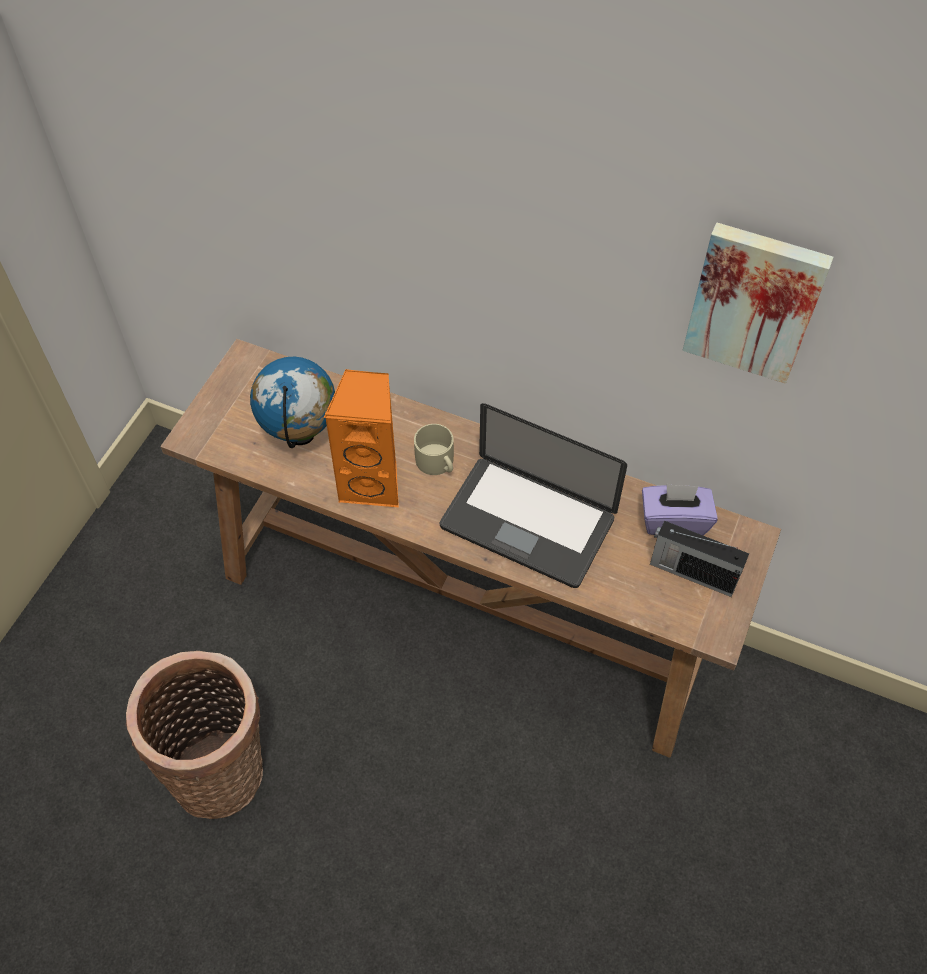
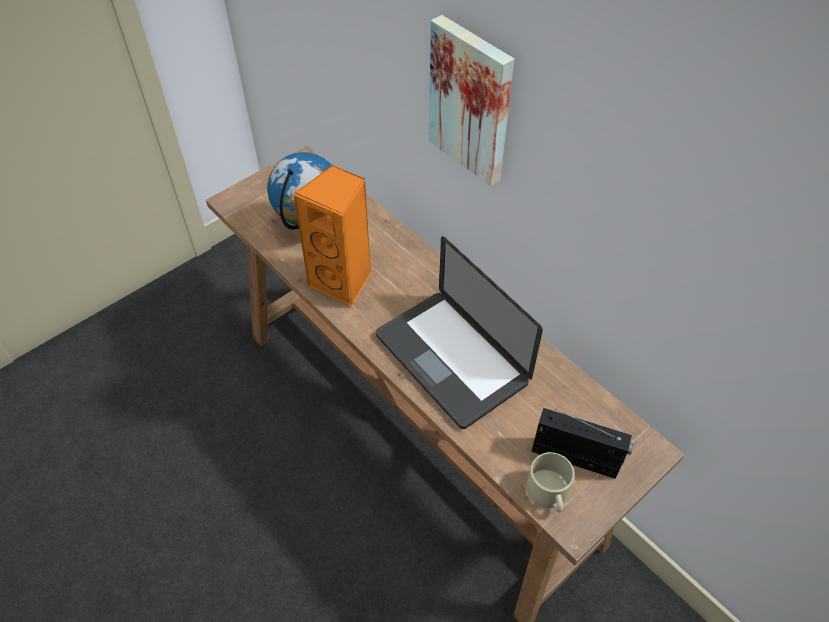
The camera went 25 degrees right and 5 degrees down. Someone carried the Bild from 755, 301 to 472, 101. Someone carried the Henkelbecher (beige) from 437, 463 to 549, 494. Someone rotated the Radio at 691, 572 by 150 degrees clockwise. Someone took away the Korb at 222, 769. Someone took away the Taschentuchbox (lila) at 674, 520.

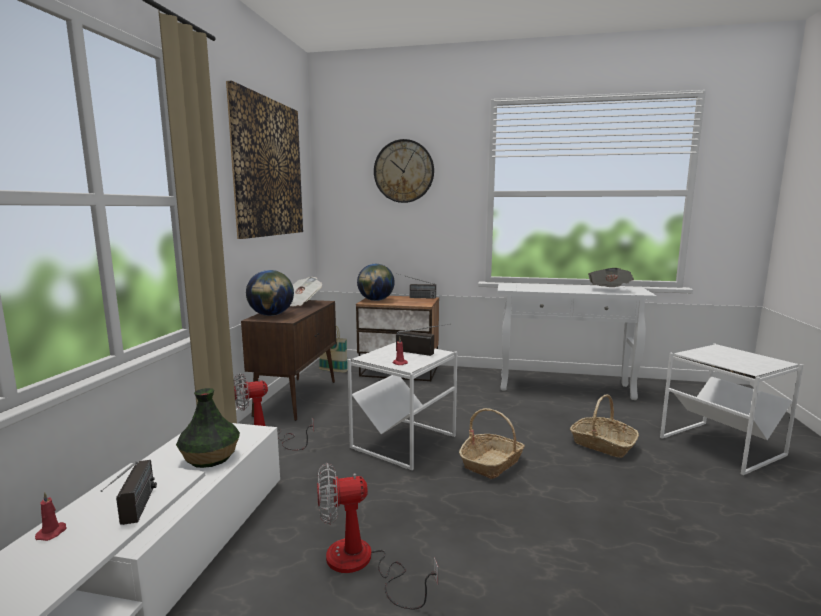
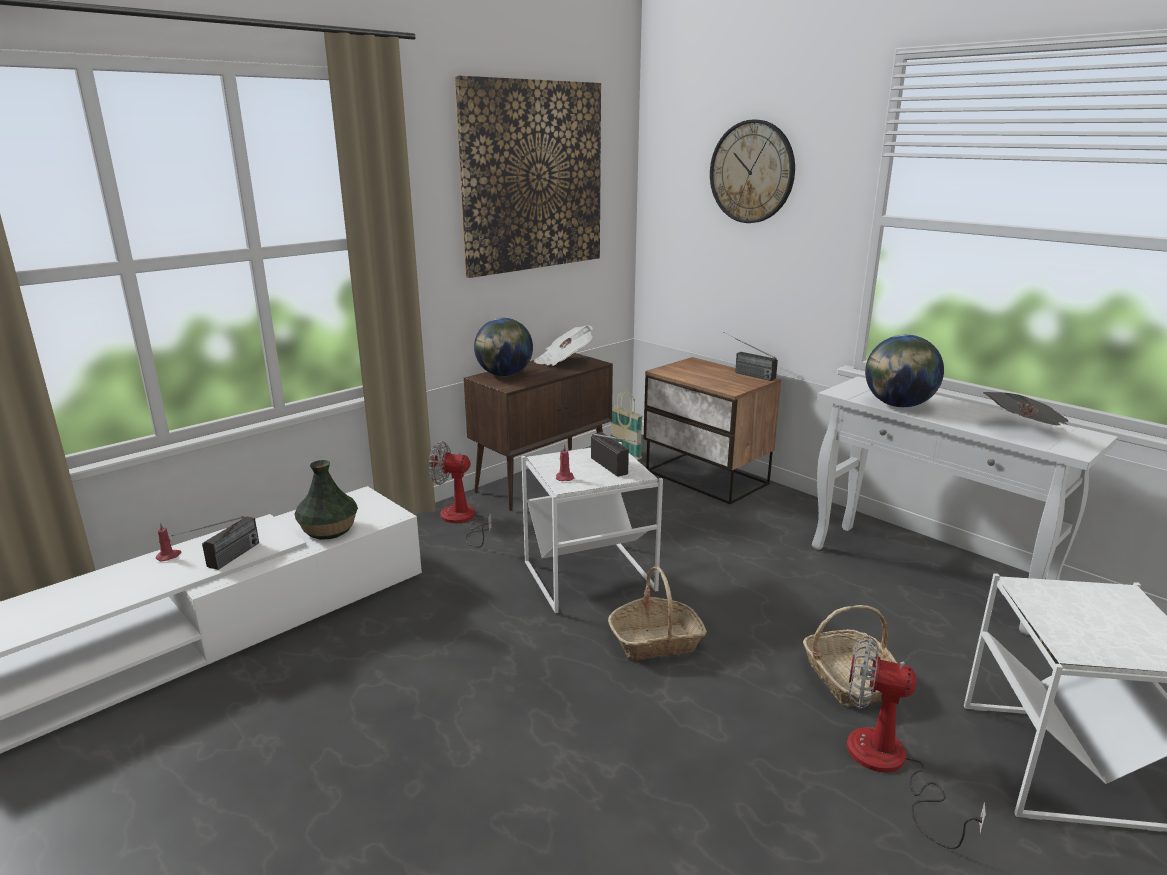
The camera went 35 degrees right and 10 degrees up. Someone carried the Ventilator from 361, 564 to 889, 767. Someone carried the Globus from 376, 300 to 898, 405.

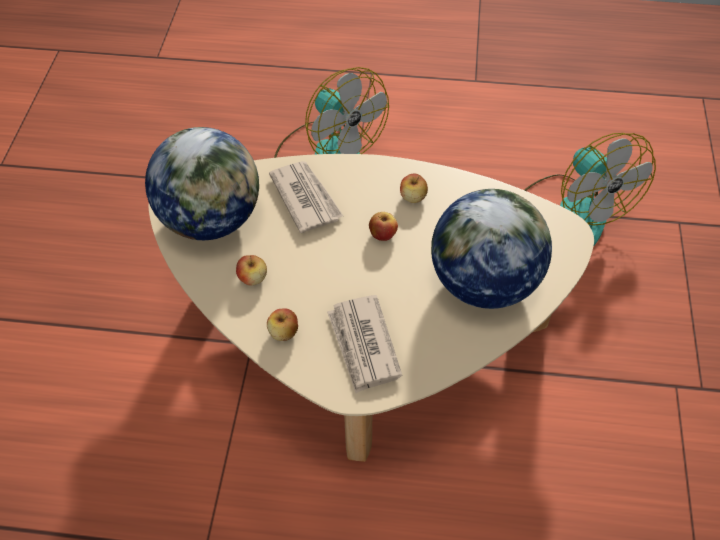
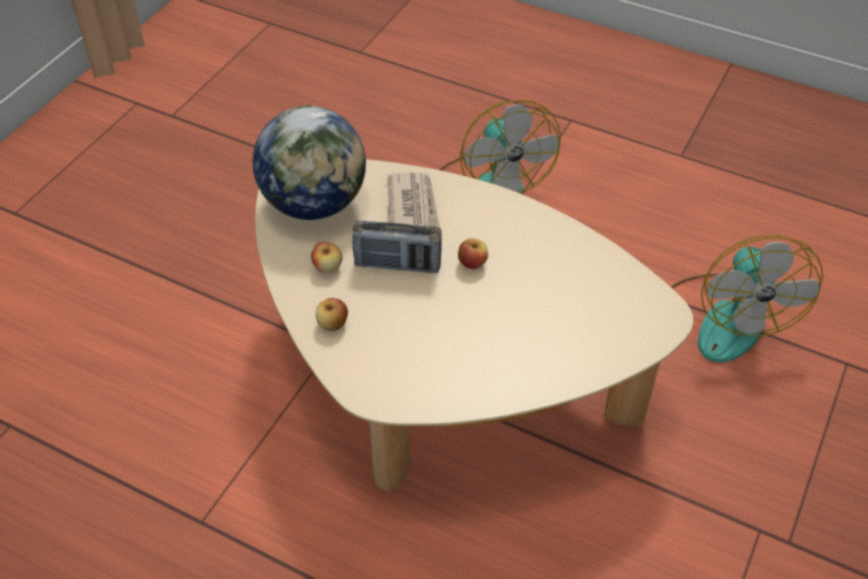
The camera went 20 degrees right and 5 degrees down. Someone put down the Radio at 397, 264. Someone took away the Zeitung at 363, 345. Someone took away the Apfel at 413, 197. Someone took away the Globus at 483, 283.

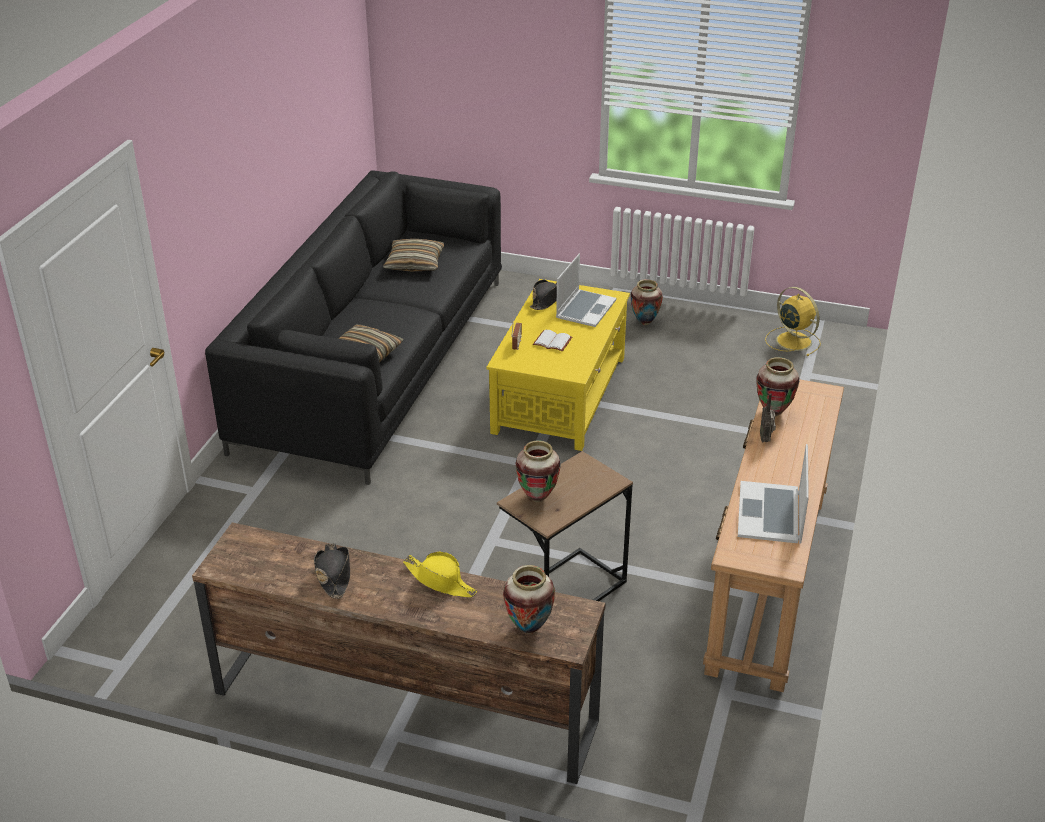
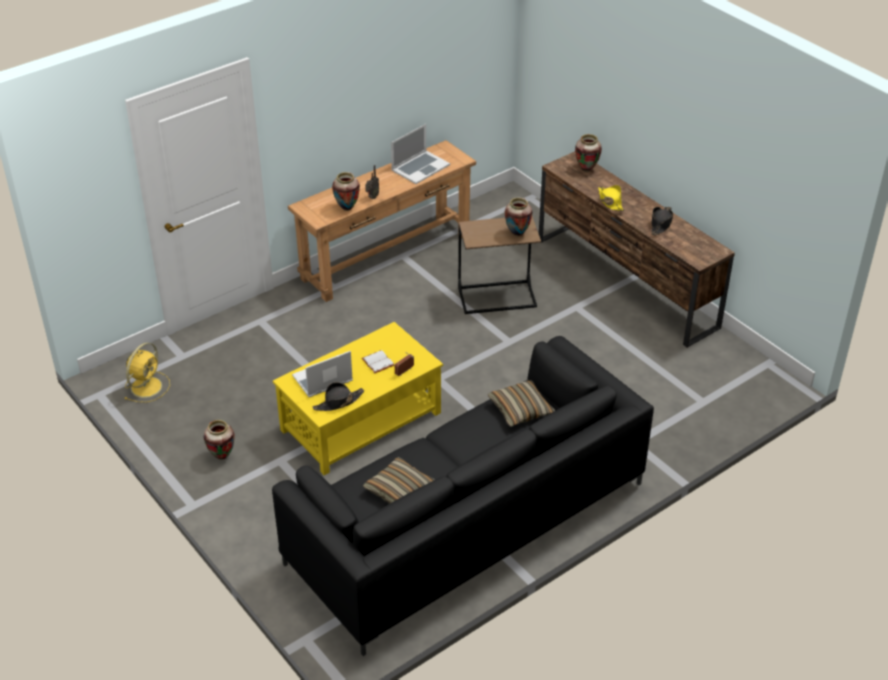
The camera went 145 degrees left and 5 degrees up. Someone rotated the Ventilator (gelb) at 792, 340 by 150 degrees counterclockwise.

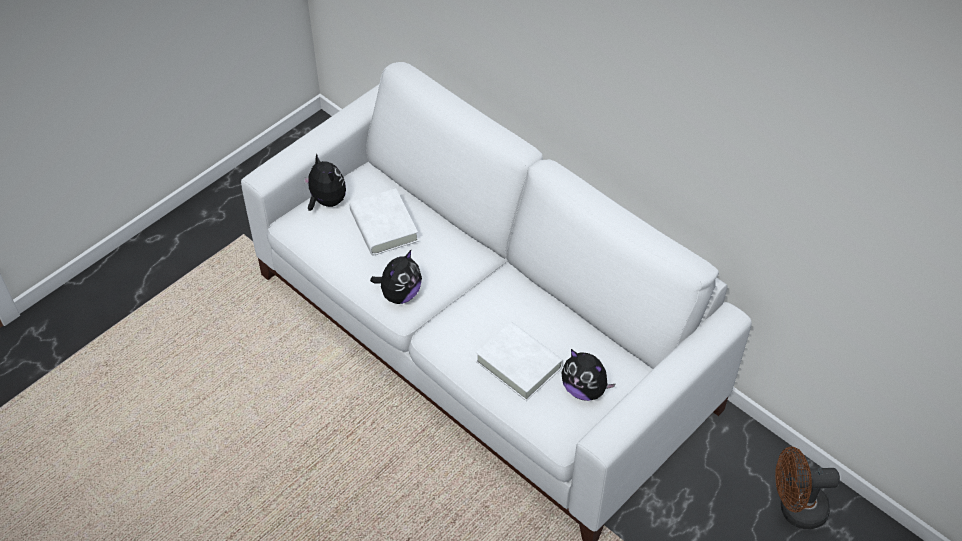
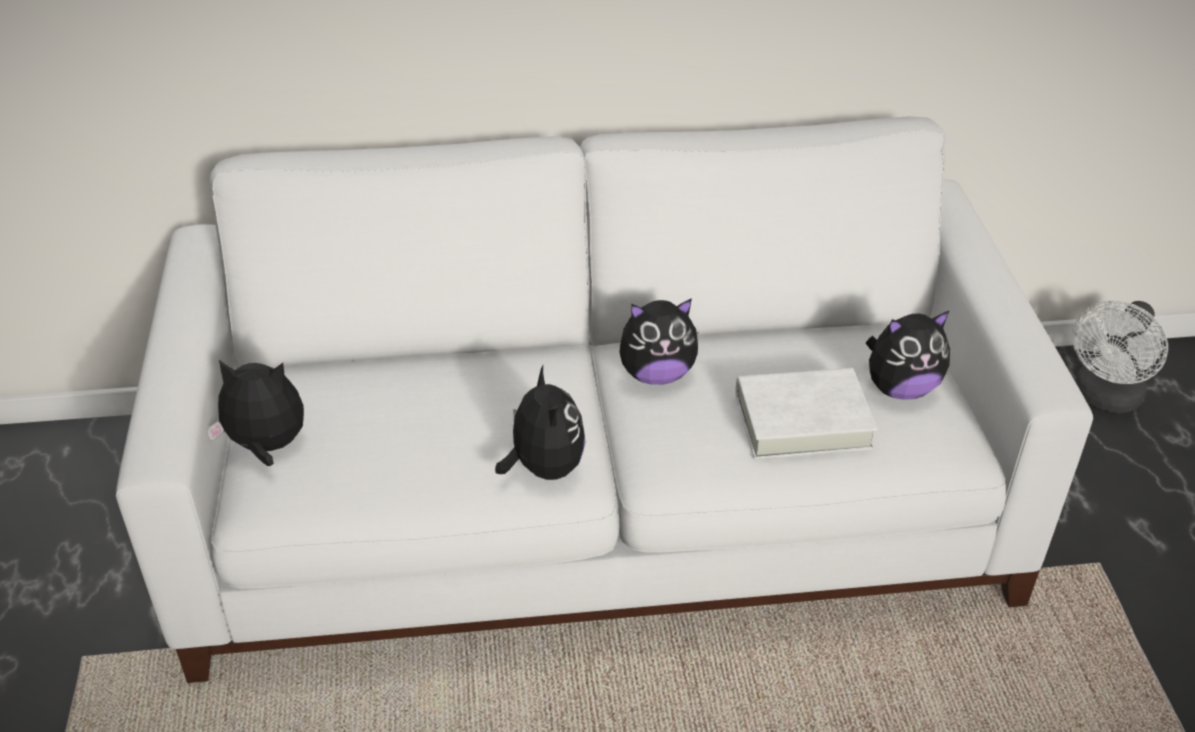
The camera went 50 degrees left and 10 degrees down. Someone put down the Plüschtier at 656, 374. Someone repainted the Ventilator (braun) at 795, 509, which became the Ventilator (weiß) at 1103, 398. Someone took away the Buch (weiß) at 384, 226.

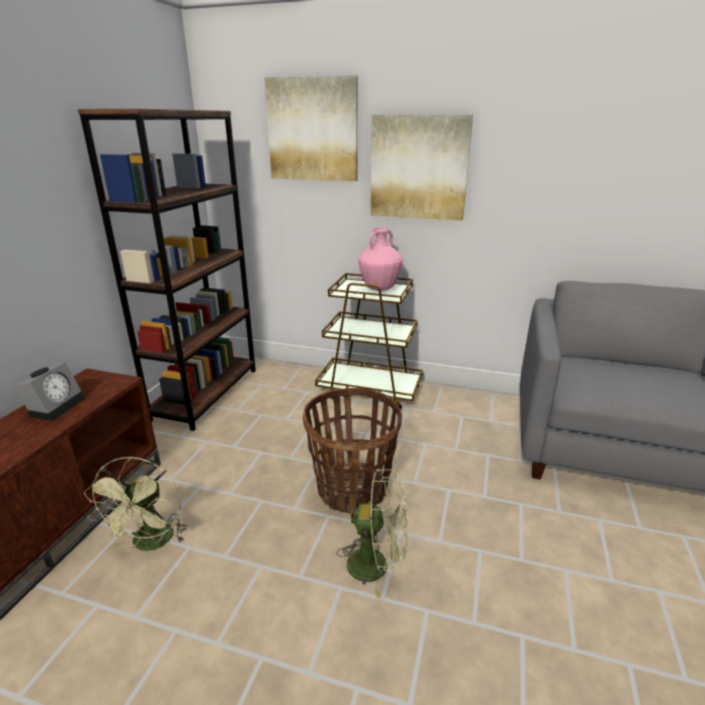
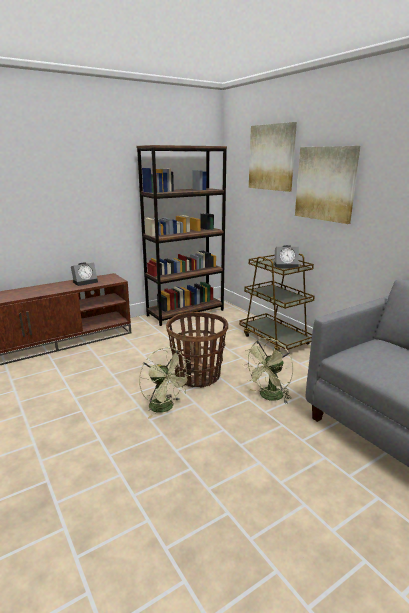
The camera went 40 degrees right and 5 degrees down. Someone carried the Ventilator (grün) from 151, 544 to 269, 397. Someone swapped the Vase (rosa) at 380, 288 for the Wecker at 286, 266.

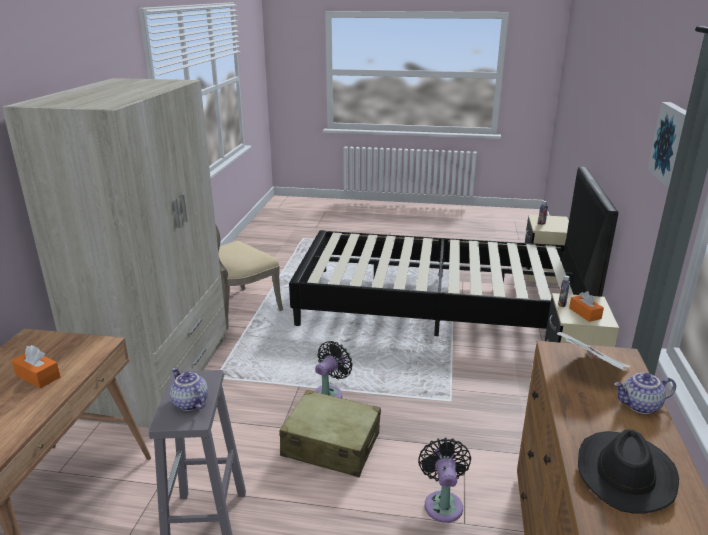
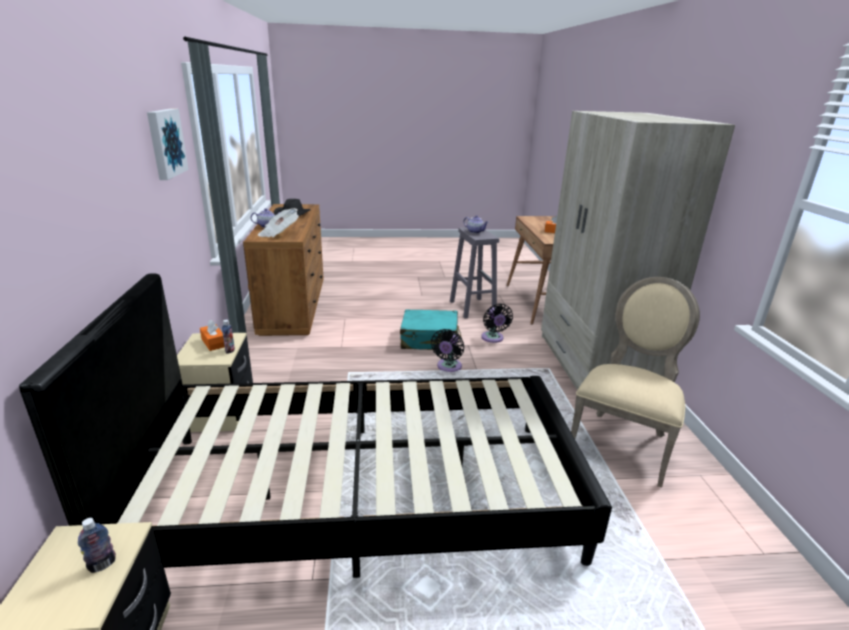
The camera went 165 degrees right and 0 degrees up. Someone repainted the Koffer (beige) at 331, 445, which became the Koffer (türkis) at 429, 339. Someone carried the Ventilator (schwarz) from 443, 503 to 493, 338.

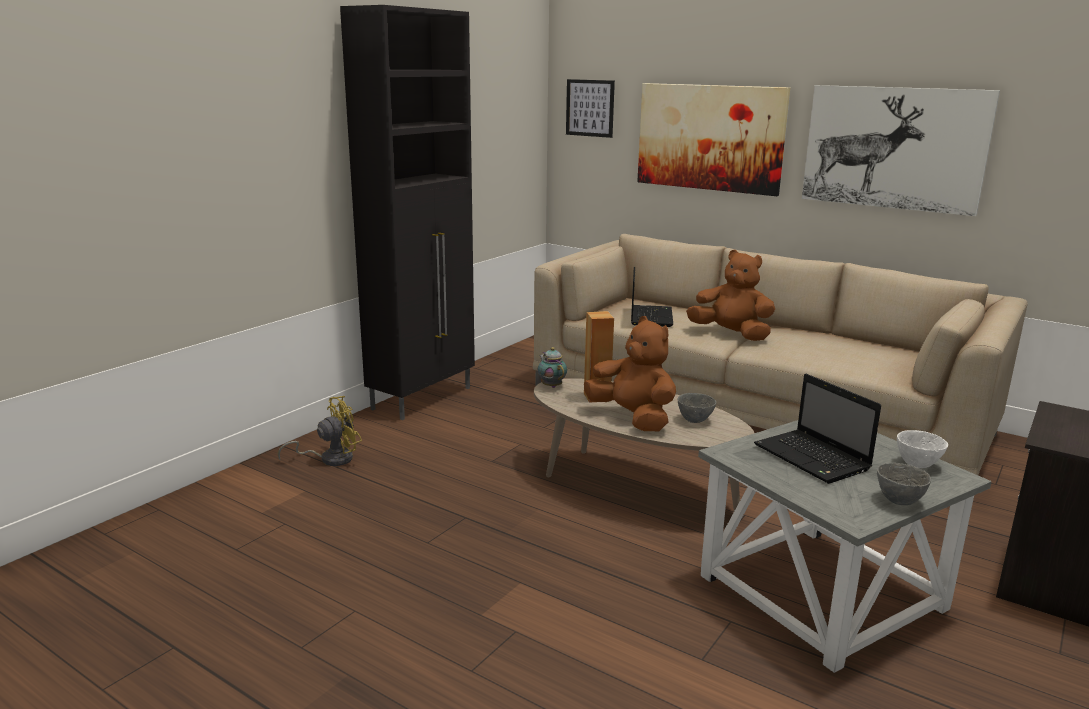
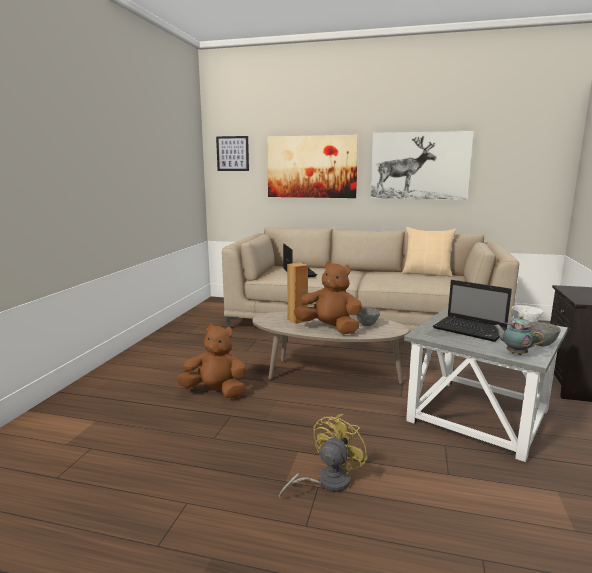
The camera went 20 degrees left and 5 degrees down. Someone carried the Plüschtier (braun) from 731, 334 to 216, 391. Someone carried the Ventilator (gelb) from 330, 458 to 326, 482. Someone put down the Kissen (beige) at 427, 273. Someone carried the Teekanne from 551, 386 to 515, 353. Someone took away the Schrank (schwarz) at 423, 398.

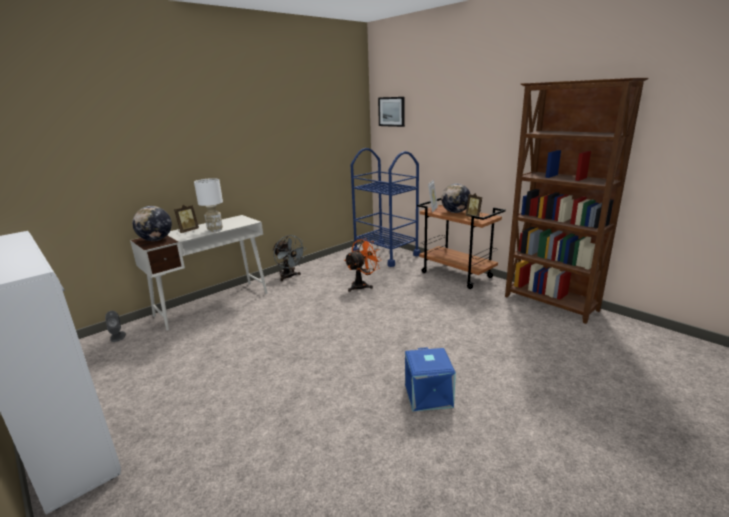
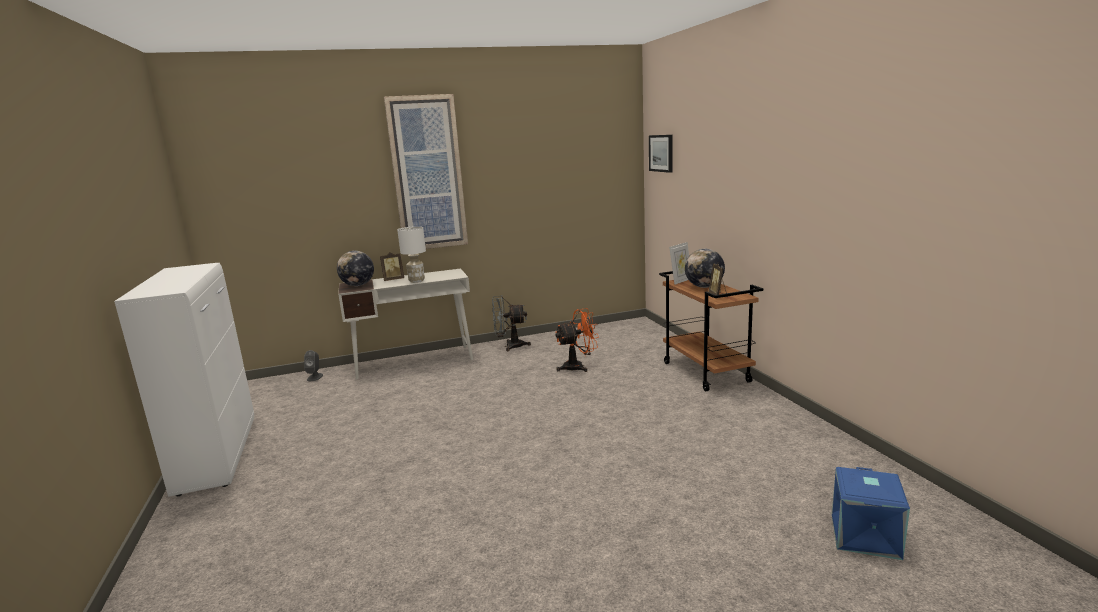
The camera went 25 degrees right and 5 degrees down. Someone put up the Bild at 427, 173. Someone rotated the Ventilator (grau) at 289, 277 by 105 degrees clockwise. Someone carried the Aufbewahrungsbox (blau) from 429, 395 to 866, 536. Someone took away the Rollwagen (blau) at 386, 254. Someone took away the Bücherregal (braun) at 550, 304.

